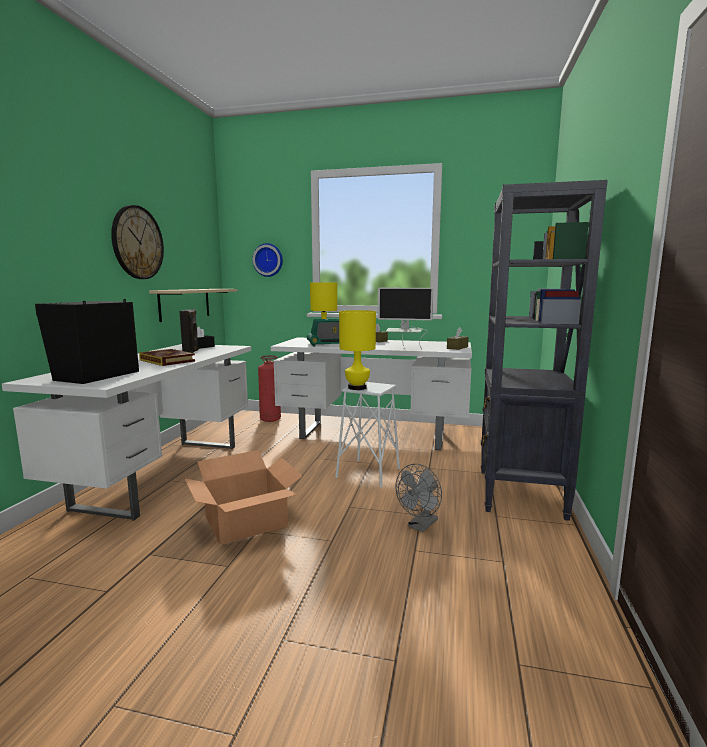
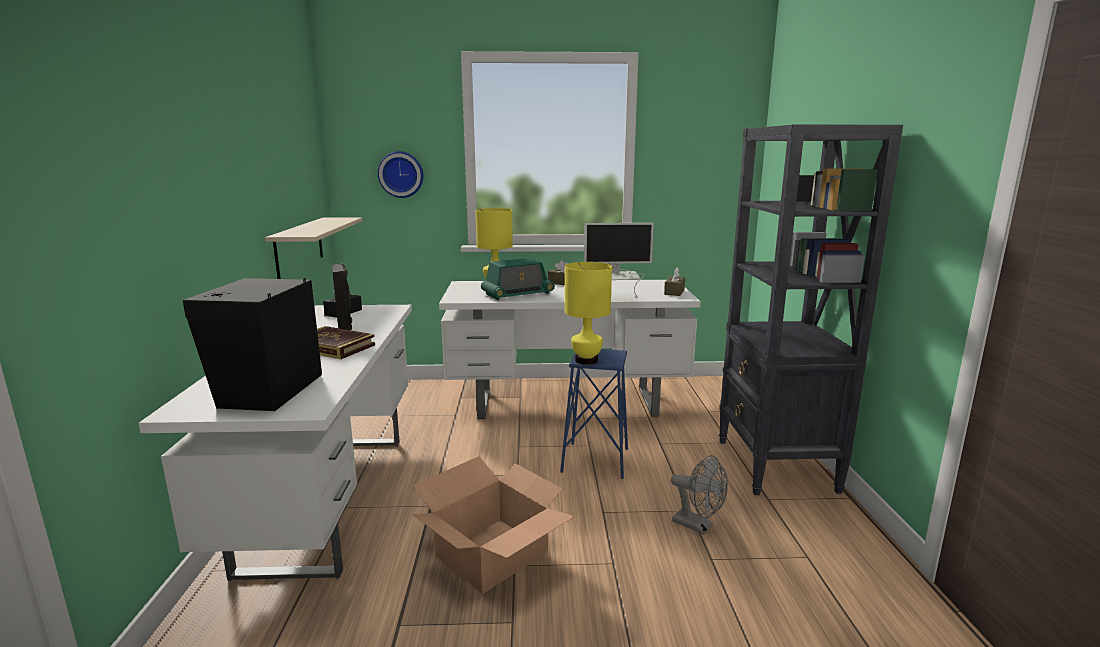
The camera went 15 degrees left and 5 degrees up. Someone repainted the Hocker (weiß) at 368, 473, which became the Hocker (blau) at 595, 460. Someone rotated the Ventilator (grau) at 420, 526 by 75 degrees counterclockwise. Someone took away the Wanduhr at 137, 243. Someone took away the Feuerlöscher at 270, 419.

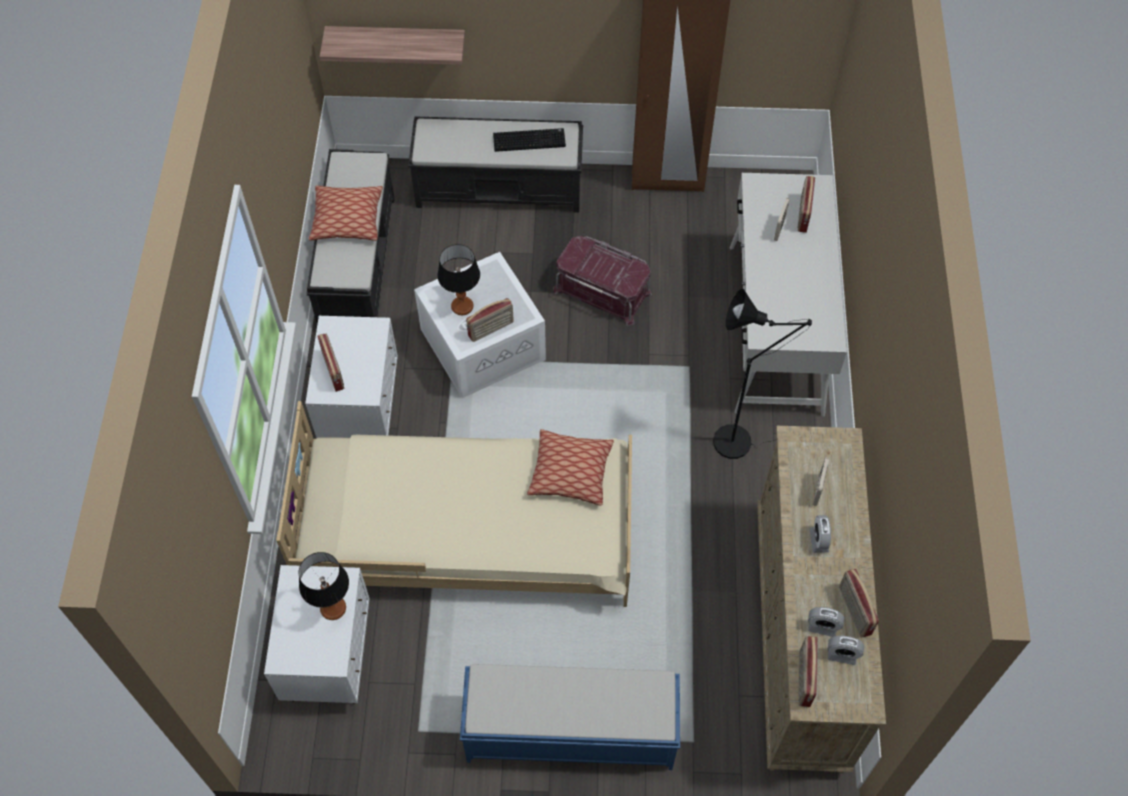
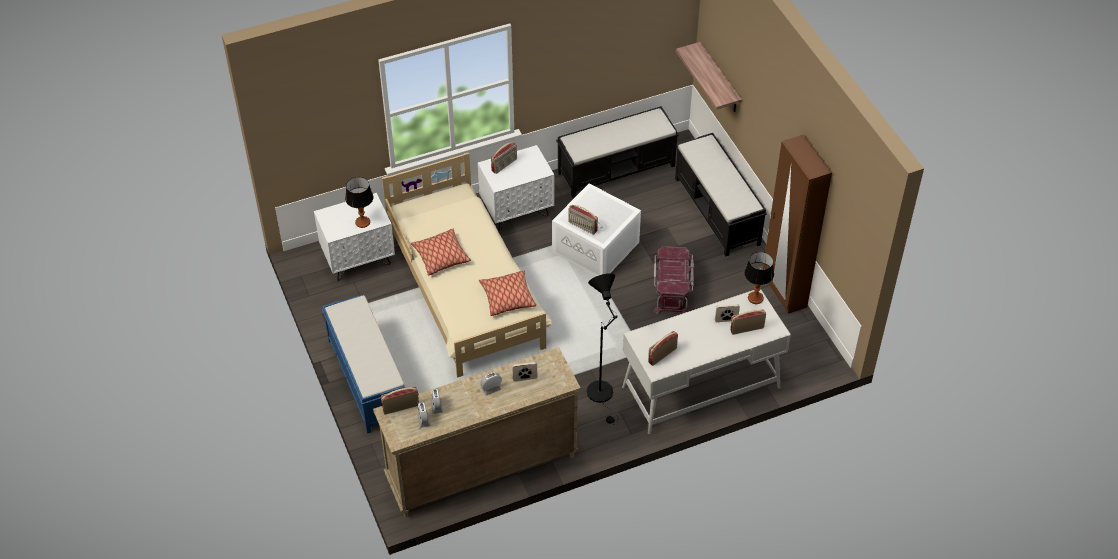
The camera went 65 degrees right and 10 degrees down. Someone carried the Kissen from 347, 220 to 441, 257. Someone carried the Radio from 854, 611 to 662, 355. Someone carried the Tischlampe from 462, 306 to 755, 298. Someone took away the Tastatur at 530, 140.

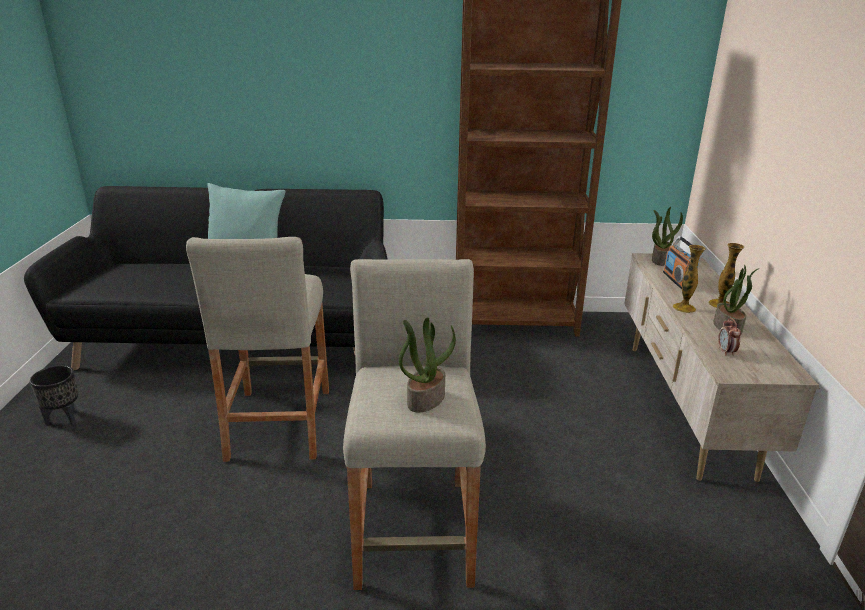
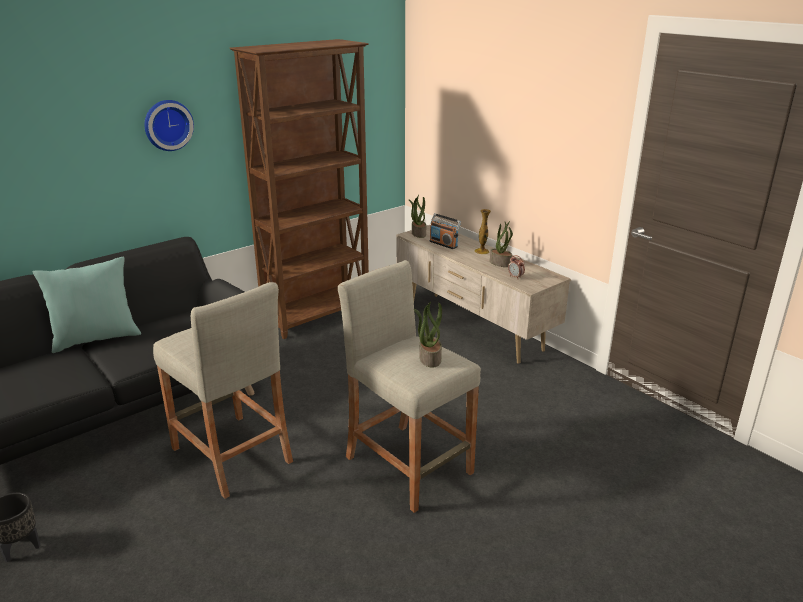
The camera went 40 degrees left and 0 degrees up. Someone put up the Wanduhr at 167, 125. Someone took away the Vase at 684, 308.

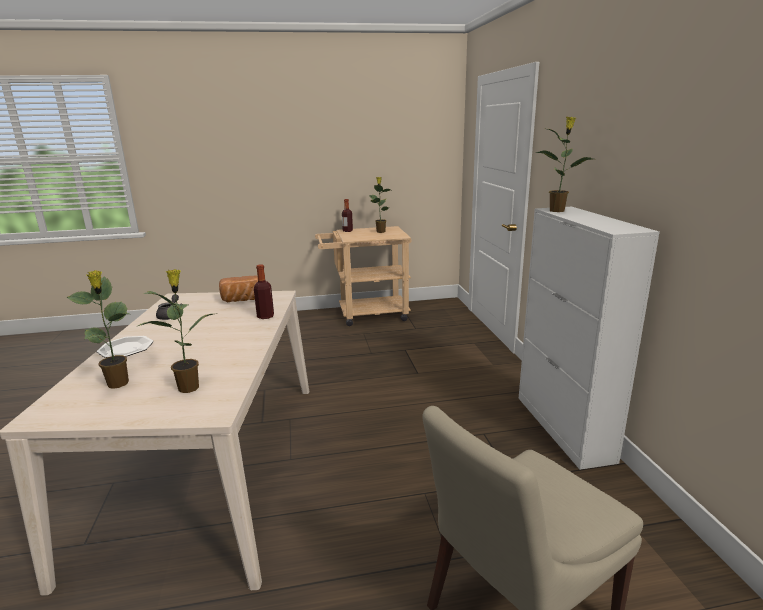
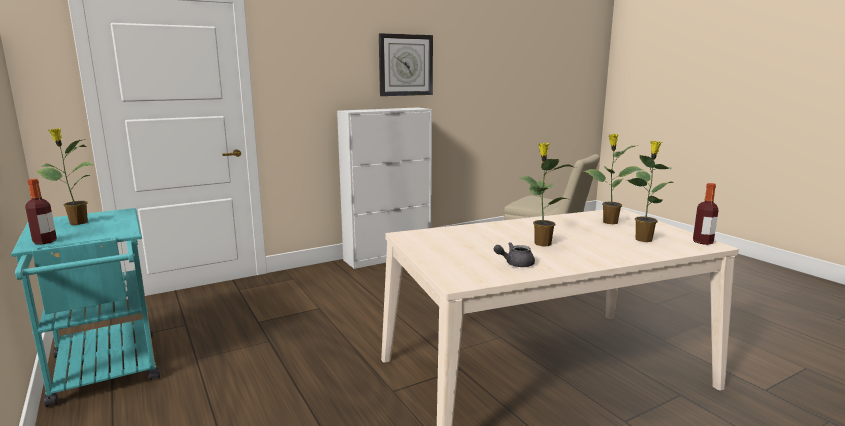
The camera went 110 degrees left and 5 degrees down. Someone repainted the Rollwagen (beige) at 366, 315, which became the Rollwagen (türkis) at 106, 373. Someone put up the Wanduhr at 405, 65. Someone carried the Topfpflanze from 557, 210 to 541, 243. Someone carried the Flasche from 265, 316 to 702, 242. Someone took away the Teller at 126, 348. Someone took away the Brot at 242, 300.

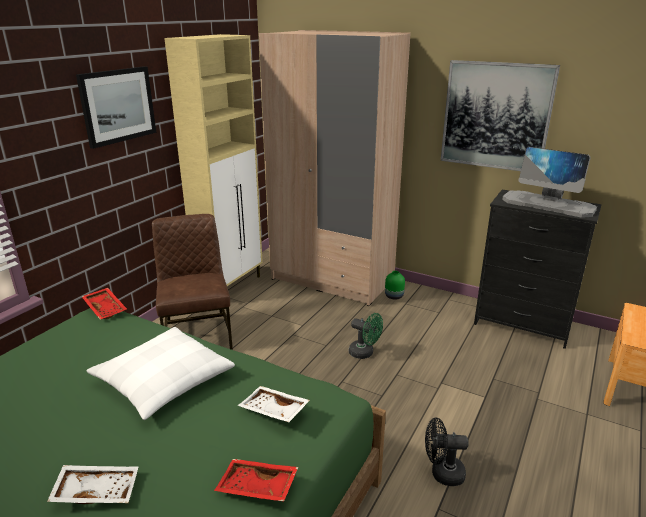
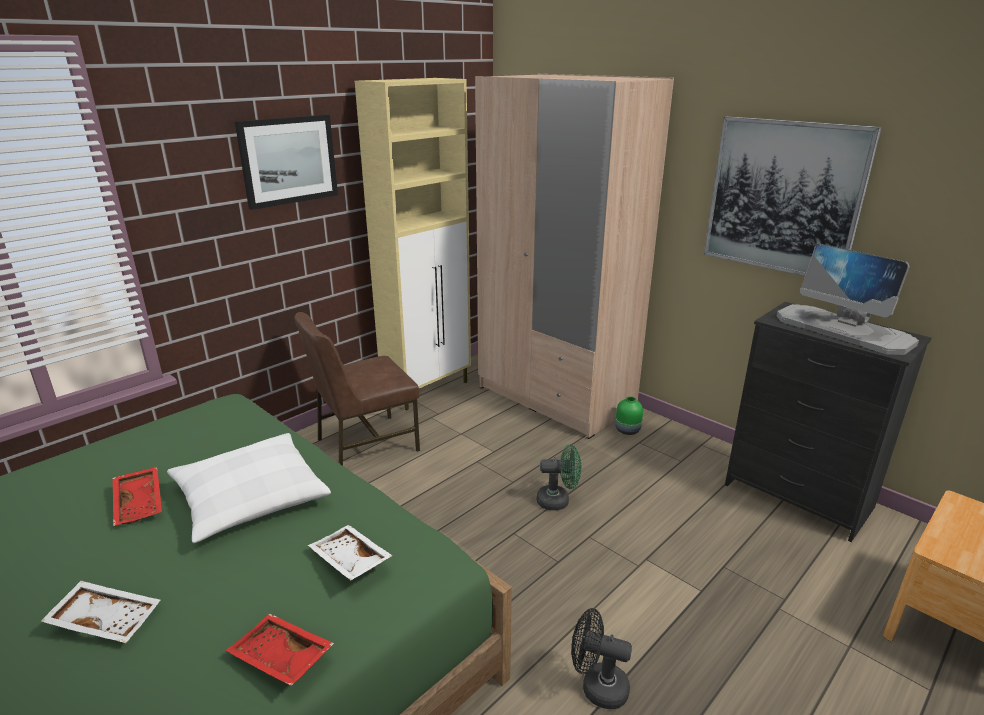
The camera went 15 degrees right and 0 degrees up. Someone carried the Tablett (rot) from 106, 308 to 140, 503. Someone rotated the Stuhl (braun) at 197, 334 by 120 degrees counterclockwise. Someone rotated the Ventilator (grün) at 365, 353 by 45 degrees counterclockwise.

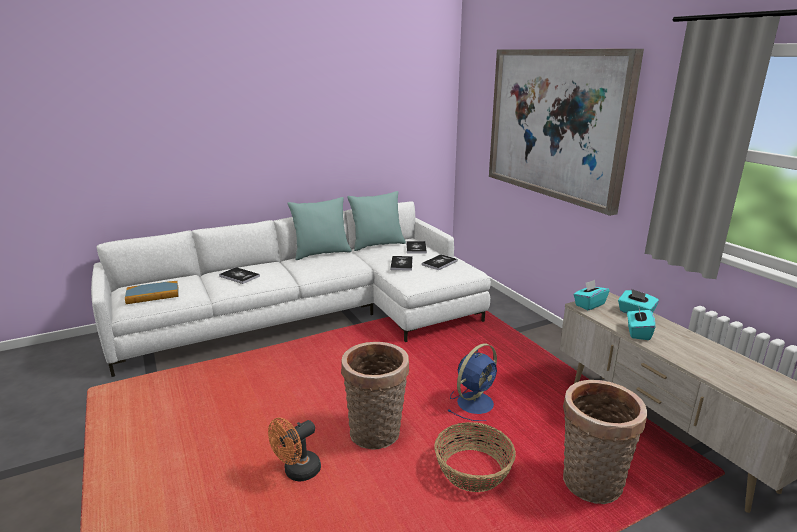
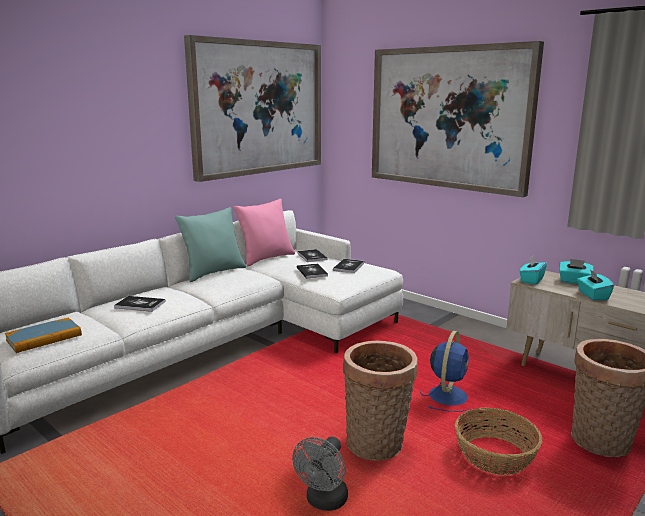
The camera went 20 degrees left and 5 degrees down. Someone put up the Bild at 258, 108. Someone repainted the Kissen (türkis) at 377, 245, which became the Kissen (rosa) at 266, 258. Someone repainted the Ventilator (orange) at 297, 472, which became the Ventilator (grau) at 324, 502.

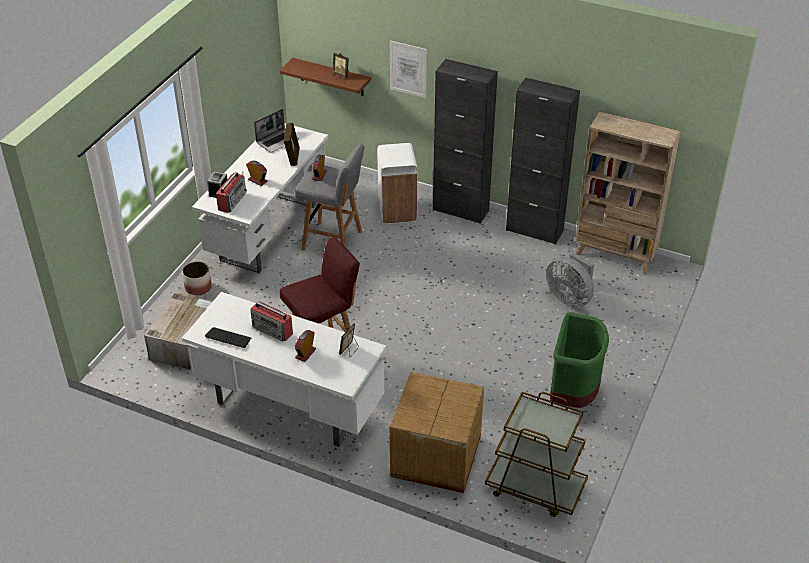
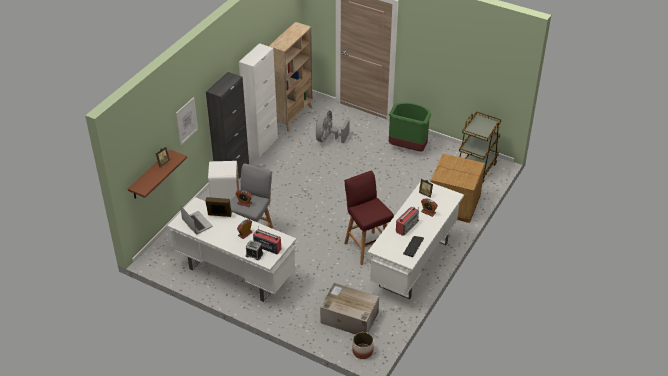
The camera went 85 degrees left and 0 degrees up. Someone repainted the Schrank (schwarz) at 534, 230, which became the Schrank (weiß) at 262, 145. Someone rotated the Ventilator (grau) at 570, 297 by 150 degrees clockwise. Someone carried the Pflanzkübel from 198, 287 to 362, 351.

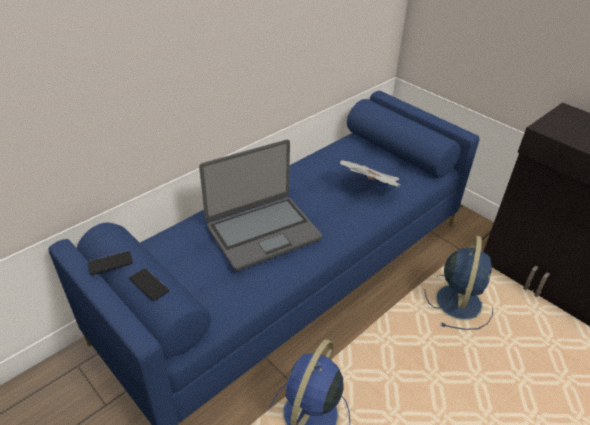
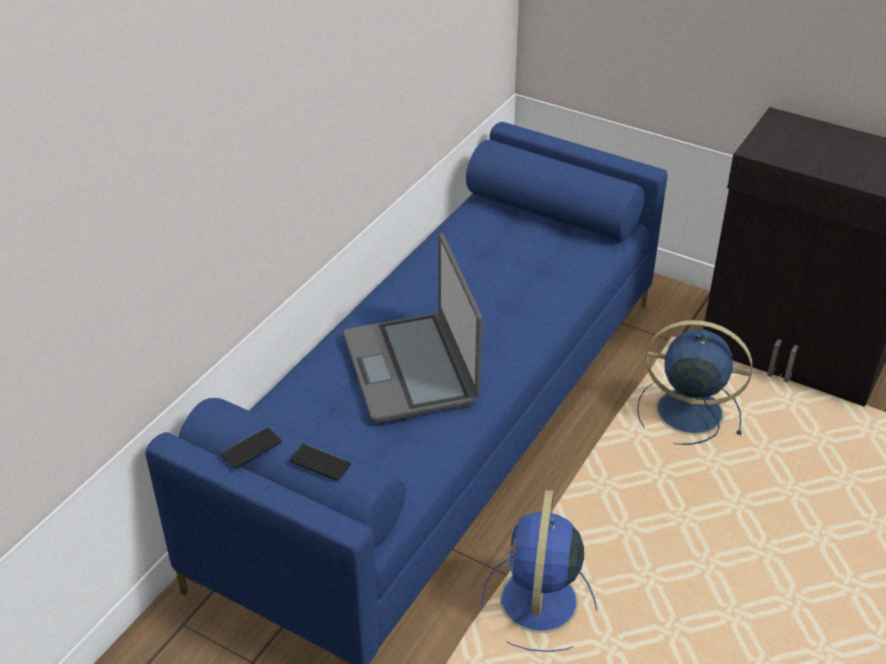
The camera went 15 degrees left and 0 degrees up. Someone rotated the Laptop at 262, 232 by 120 degrees clockwise. Someone rotated the Ventilator (blau) at 458, 300 by 75 degrees counterclockwise. Someone took away the Zeitung at 371, 187.

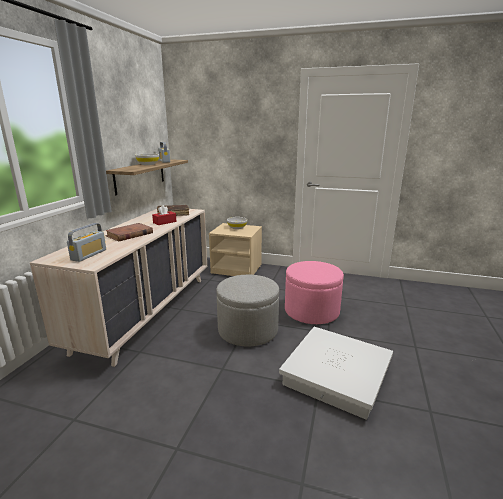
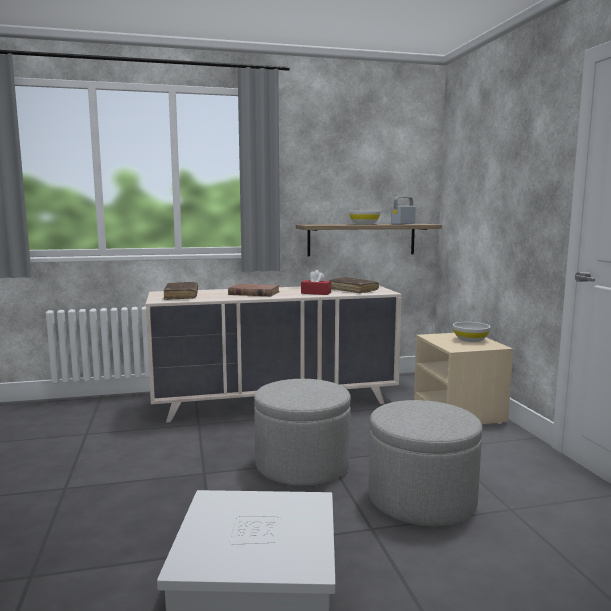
The camera went 60 degrees right and 10 degrees down. Someone swapped the Radio at 89, 255 for the Buch (braun) at 181, 296. Someone repainted the Polsterhocker (rosa) at 311, 311, which became the Polsterhocker (grau) at 422, 499.

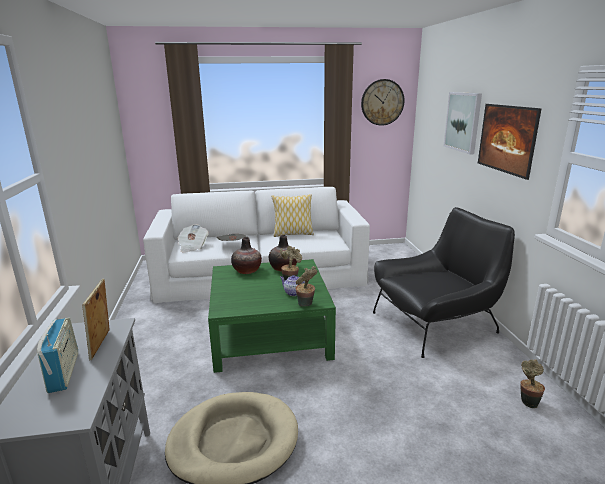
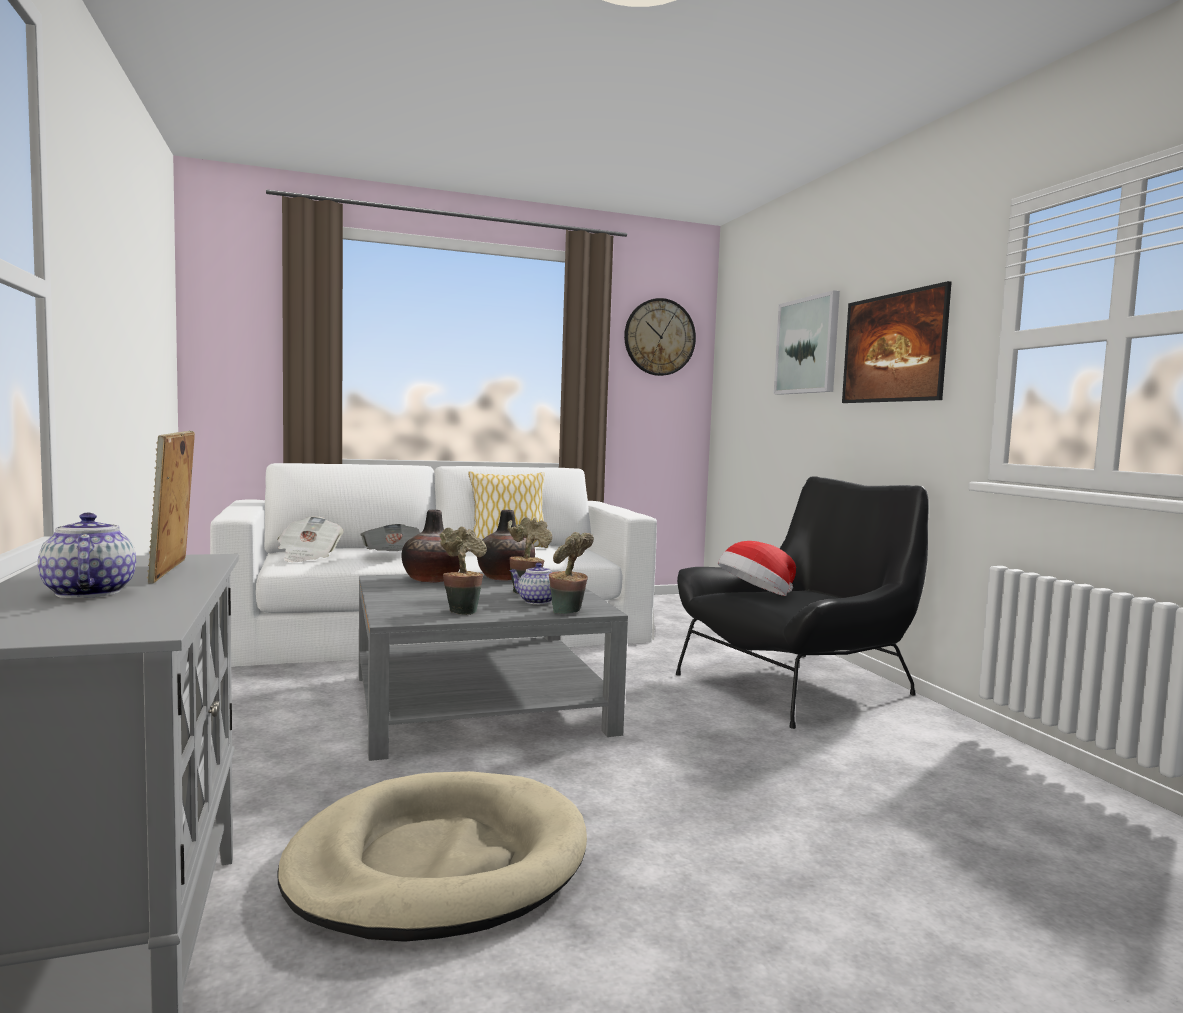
The camera went 10 degrees left and 15 degrees down. Someone swapped the Radio at 64, 372 for the Teekanne at 88, 592. Someone repainted the Couchtisch (grün) at 270, 333, which became the Couchtisch (grau) at 479, 703. Someone carried the Topfpflanze from 527, 401 to 461, 611. Someone put down the Hut at 755, 596.

